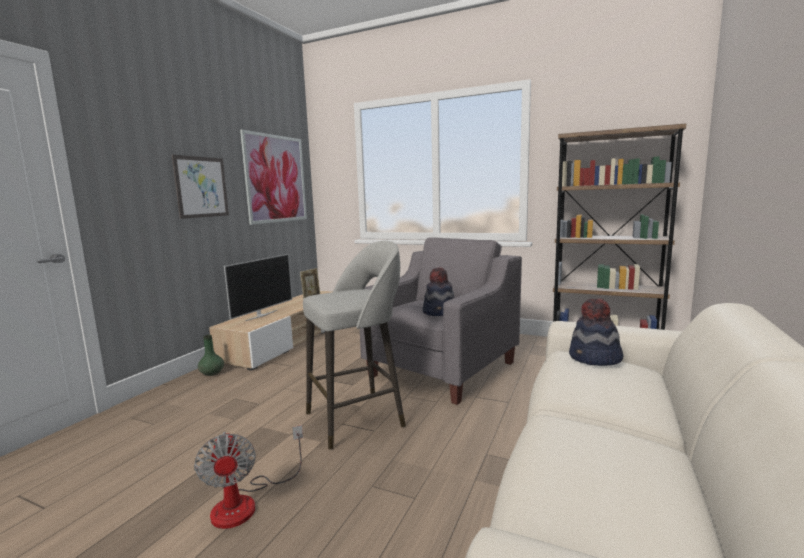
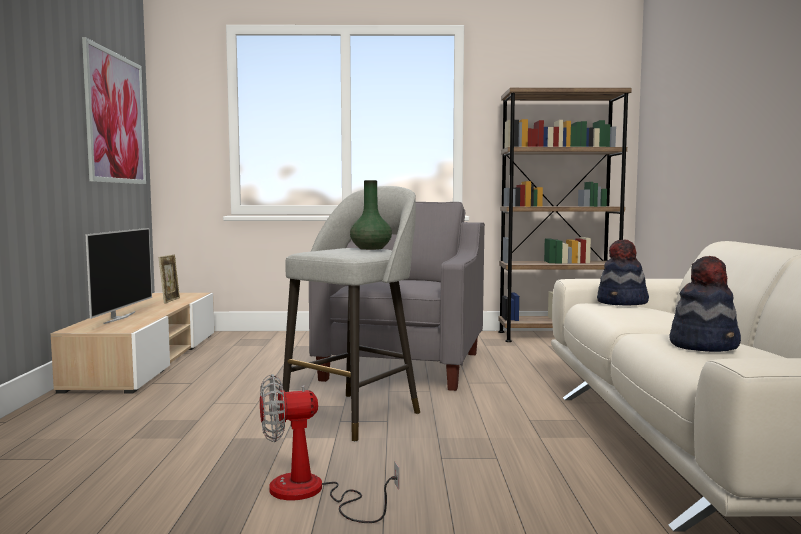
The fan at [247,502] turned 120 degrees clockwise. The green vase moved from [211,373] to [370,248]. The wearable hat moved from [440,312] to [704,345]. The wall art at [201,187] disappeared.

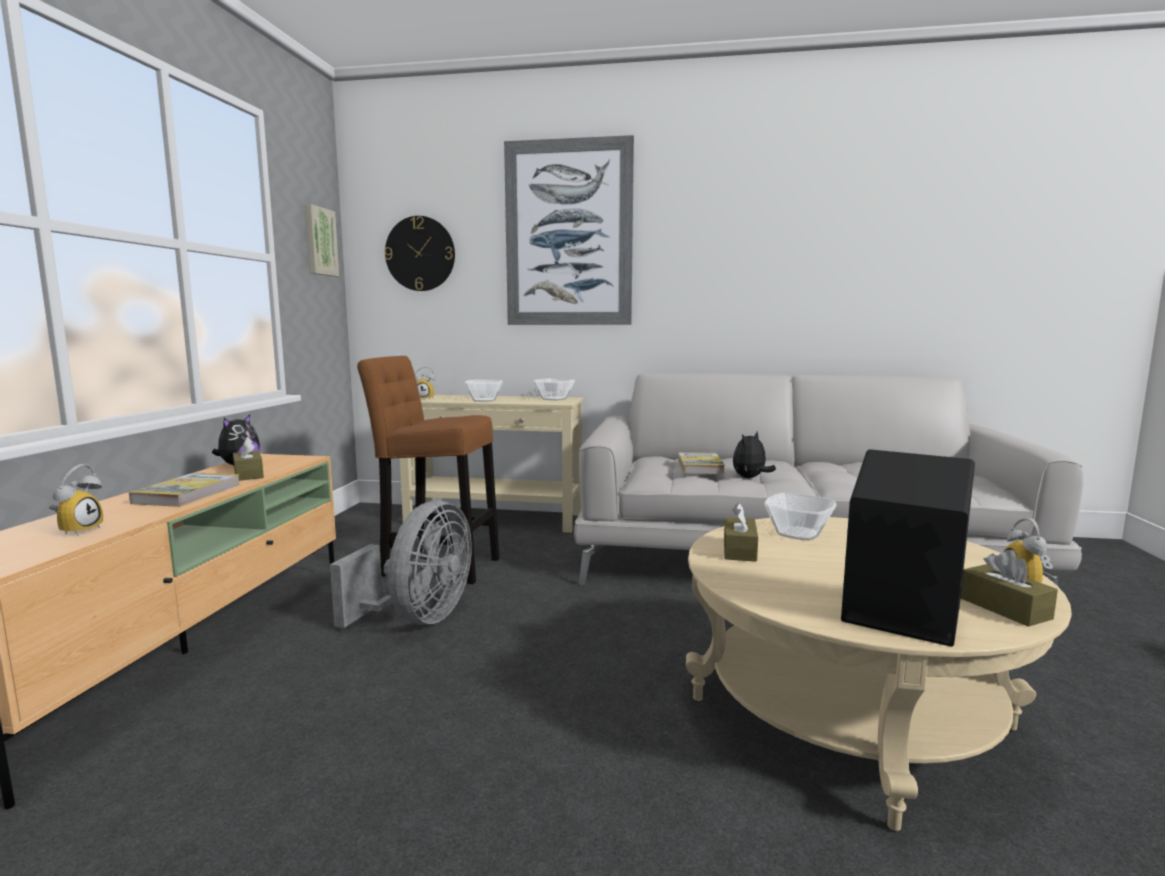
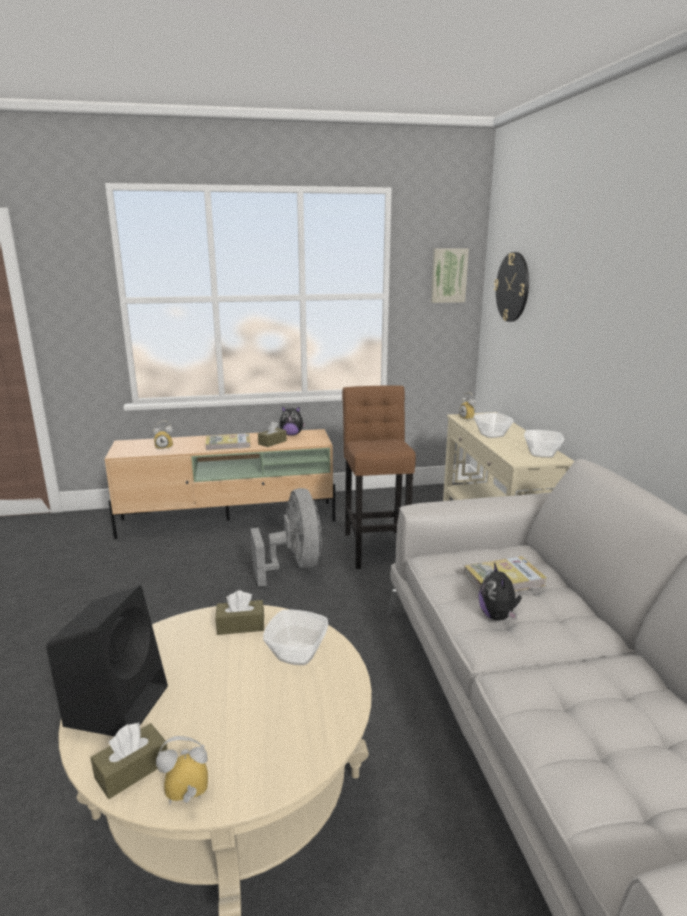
The gray fan at [419,618] turned 105 degrees counterclockwise. The soft toy at [750,478] turned 120 degrees counterclockwise. The wall art at [568,234] disappeared.

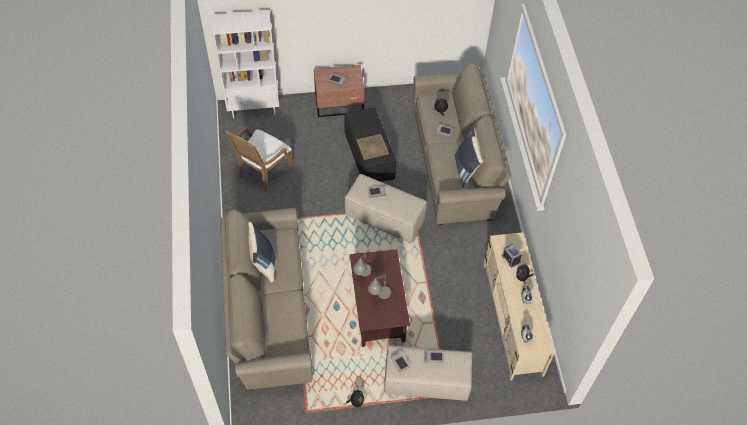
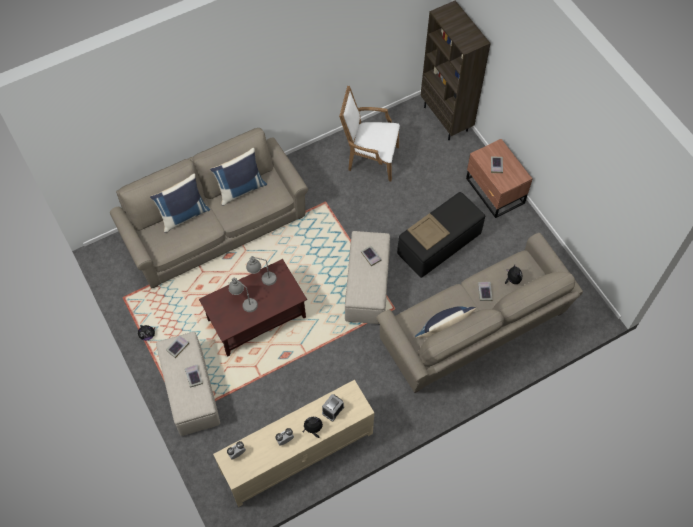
The bluish pillow at [183,215] appeared. The white bookshelf at [254,107] became the brown-coloured bookshelf at [446,119].

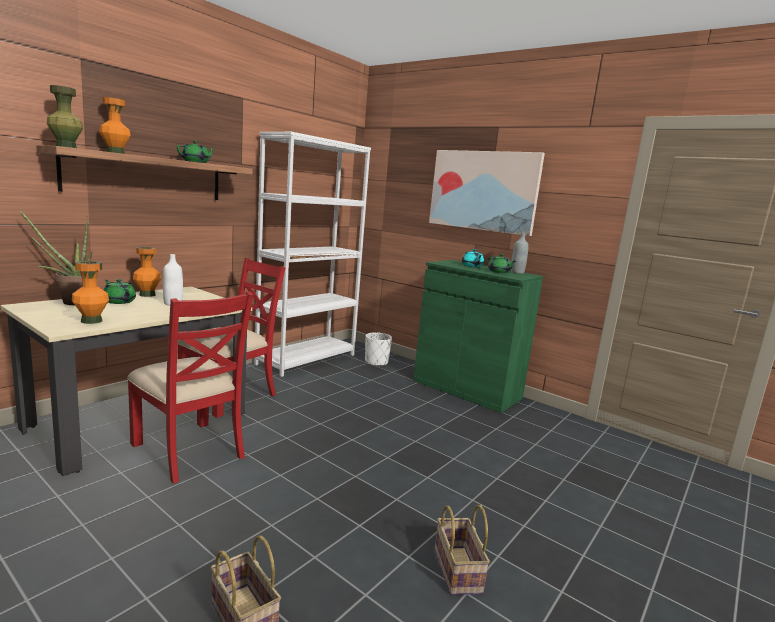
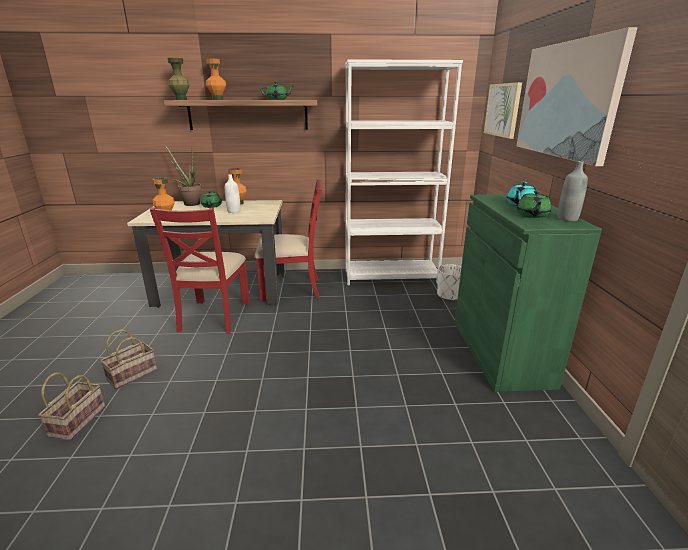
The storage basket moved from [455,569] to [133,374]. The wall art at [503,110] appeared.

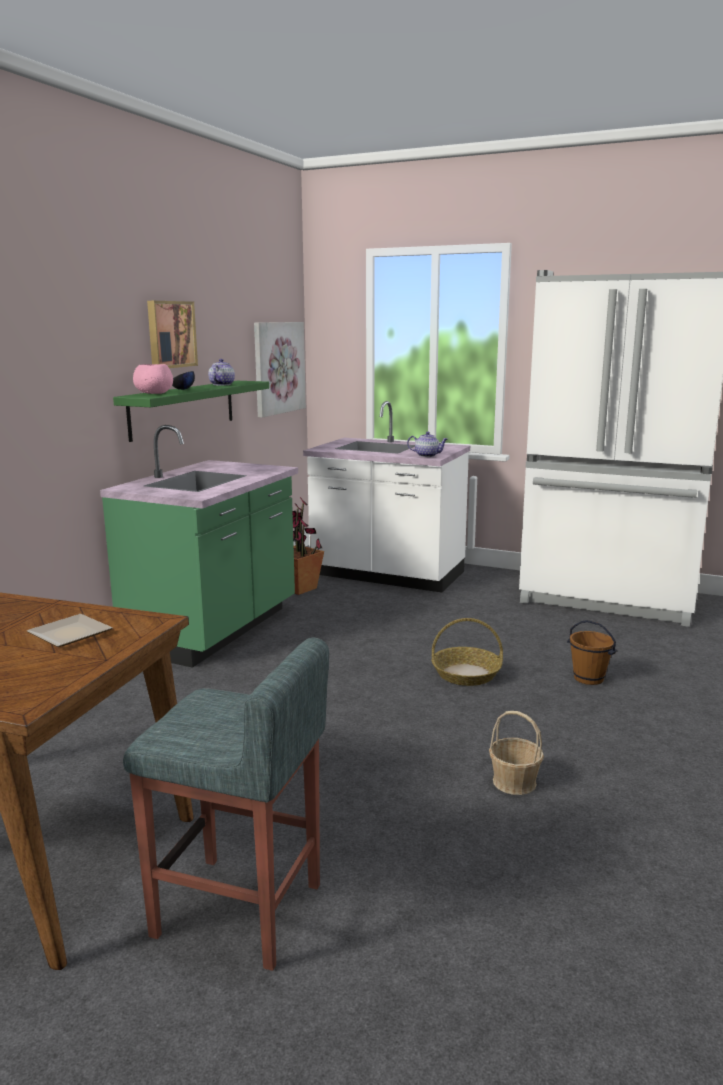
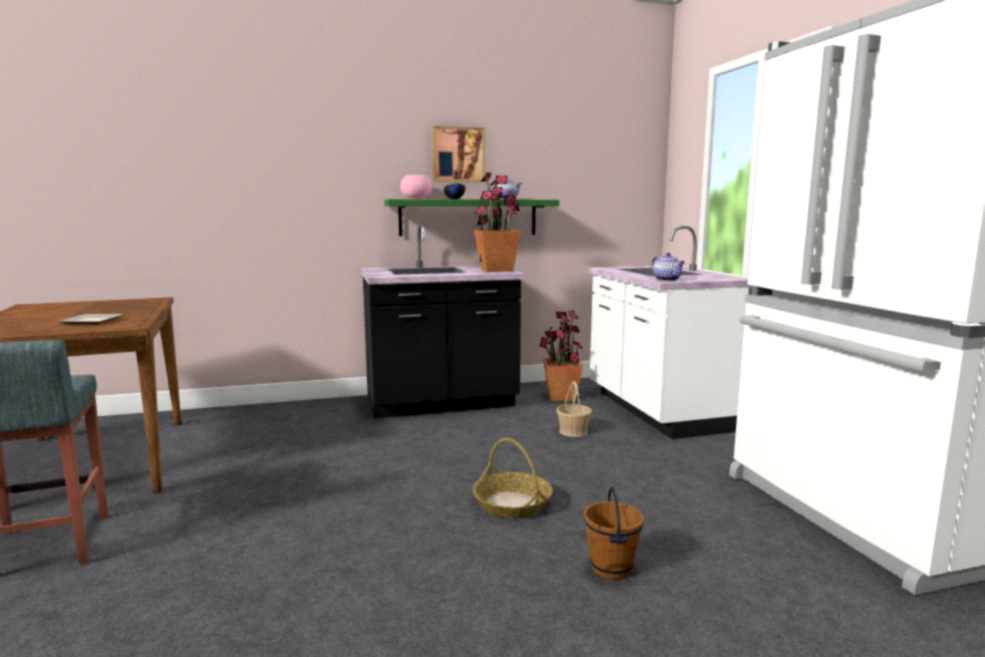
The green kitchen base unit at [214,630] became the black-coloured kitchen base unit at [441,403]. The potted plant at [497,270] appeared. The storage basket moved from [514,782] to [573,431]. The wall art at [278,368] disappeared.

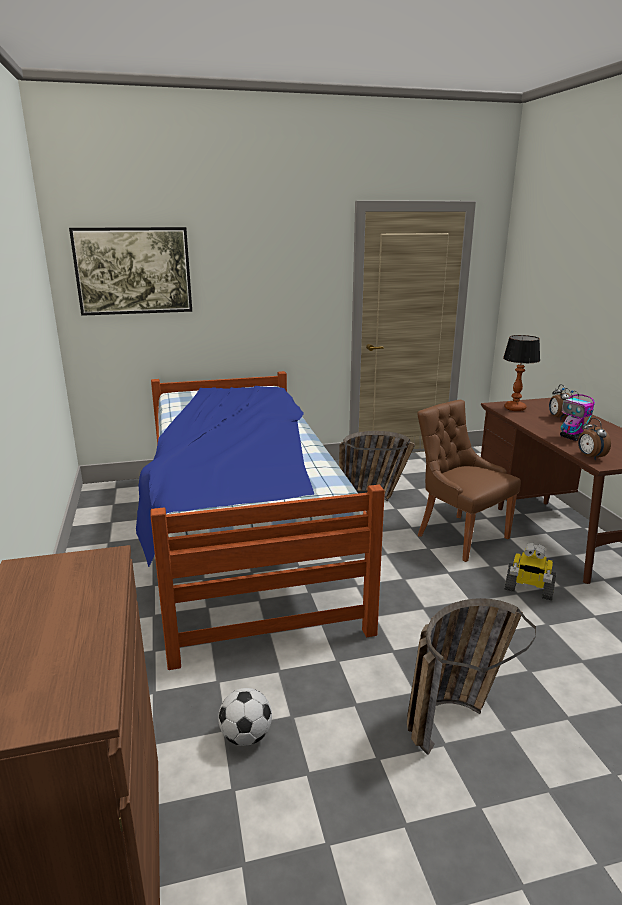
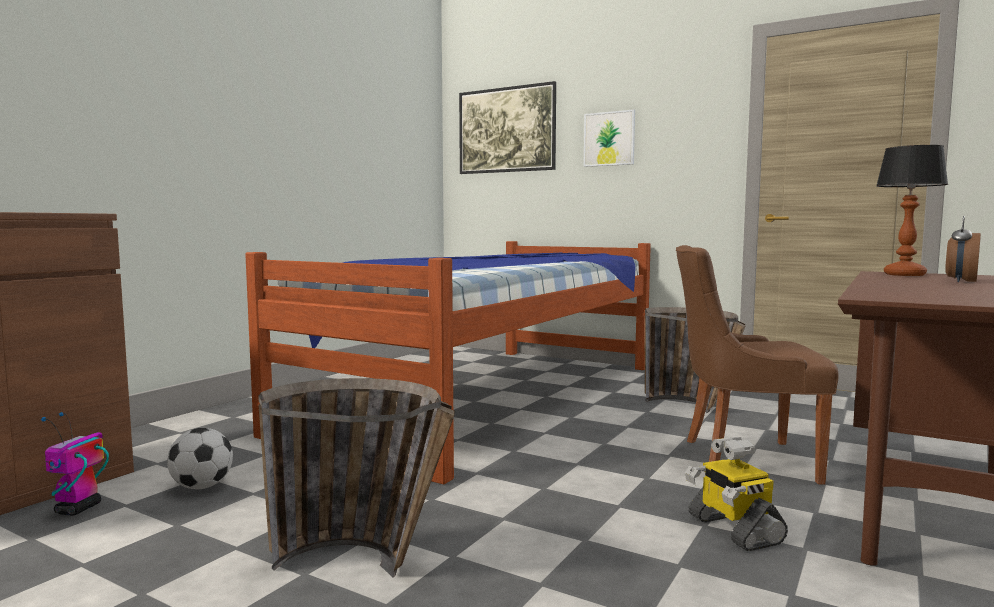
The toy robot moved from [571,438] to [77,509]. The wall art at [609,139] appeared. The brown-coloured chair at [459,535] turned 90 degrees counterclockwise. The bedside clock at [590,457] disappeared.

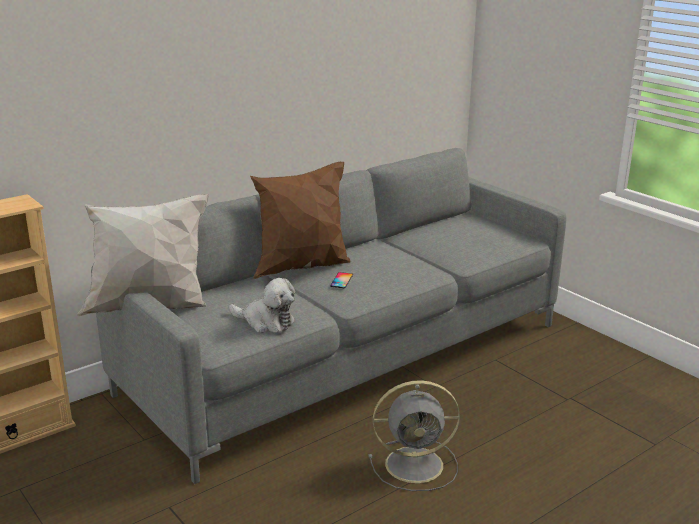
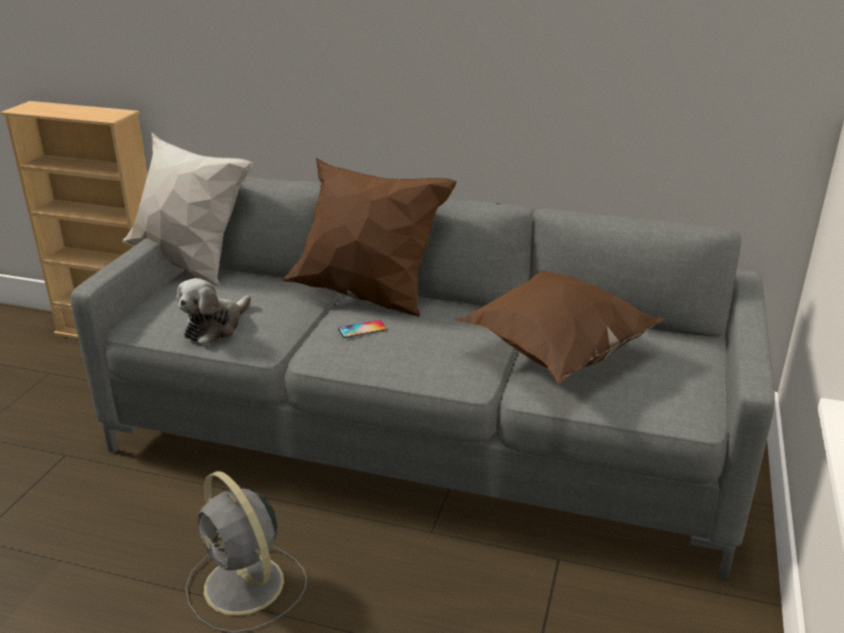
The soft toy at [266,322] turned 45 degrees clockwise. The brown-coloured pillow at [555,355] appeared.

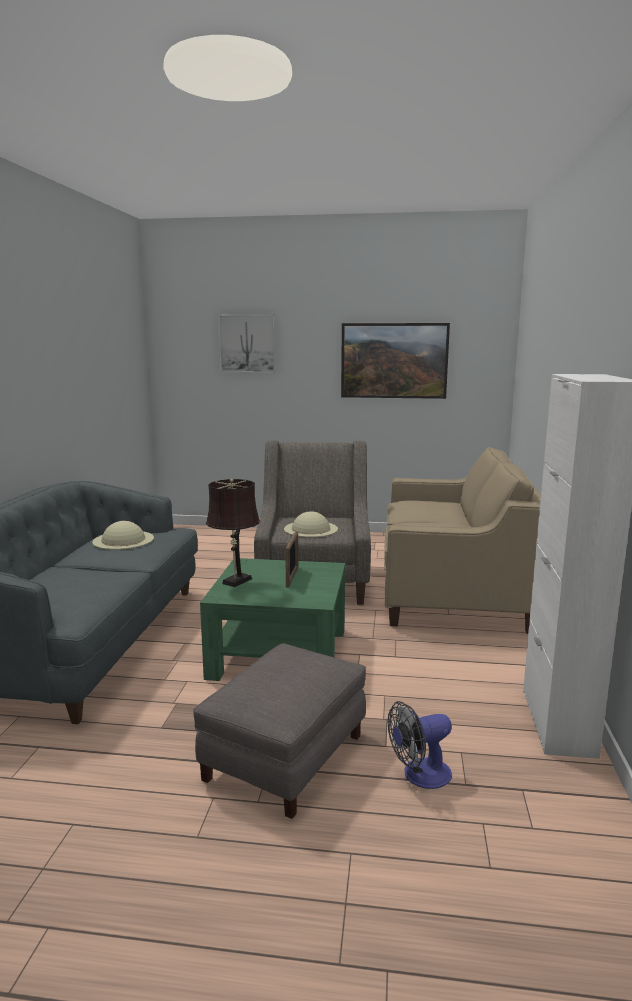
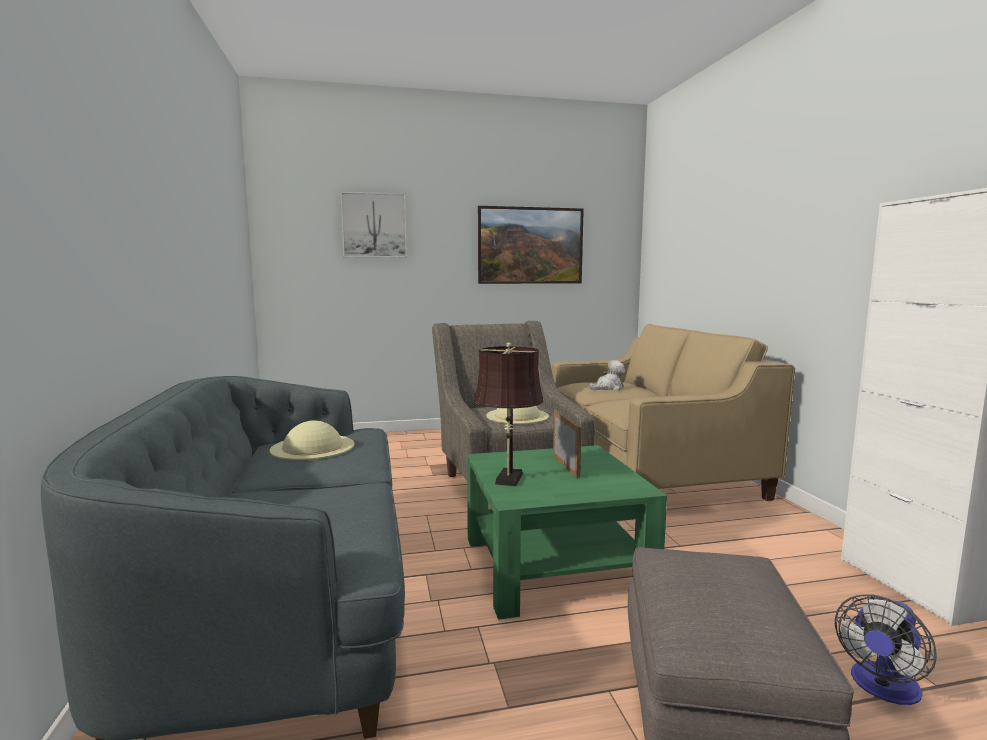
The soft toy at [608,388] appeared.

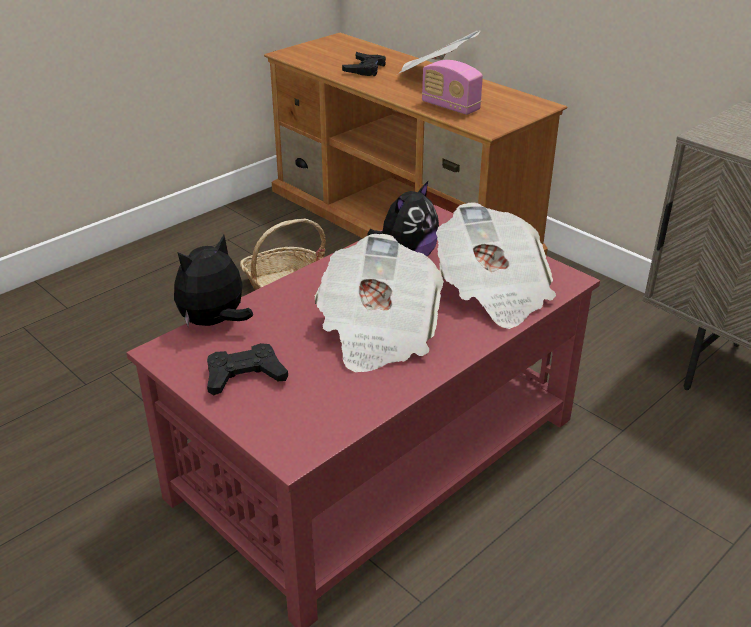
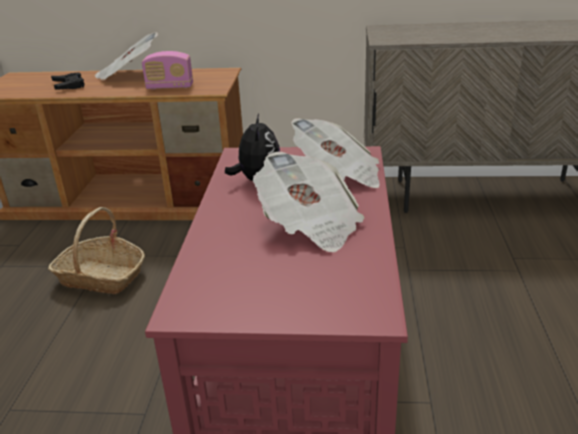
The soft toy at [215,323] disappeared. The black-coloured gamepad at [244,375] disappeared.

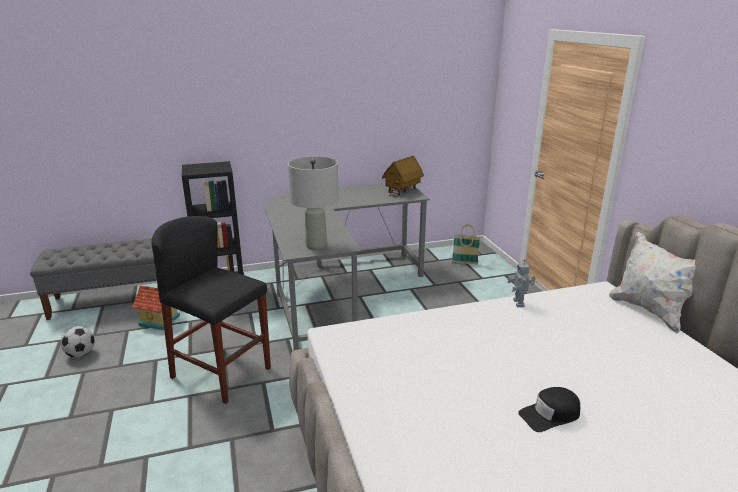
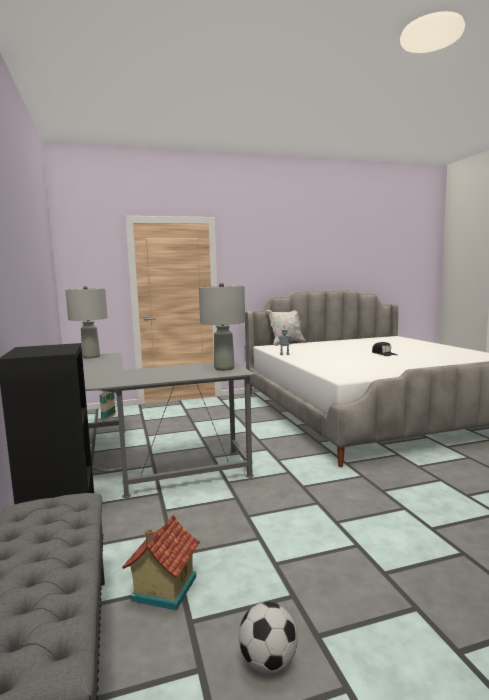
The model house at [402,191] was replaced by the gray table lamp at [91,357]. The black-coloured sitting stool at [221,373] disappeared.

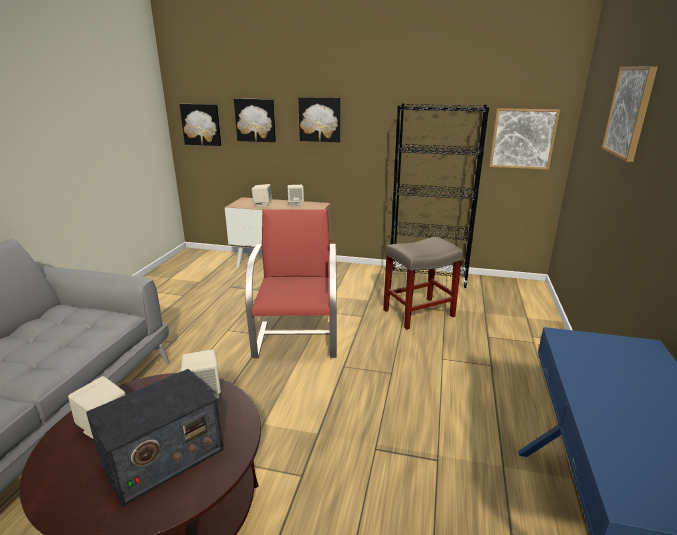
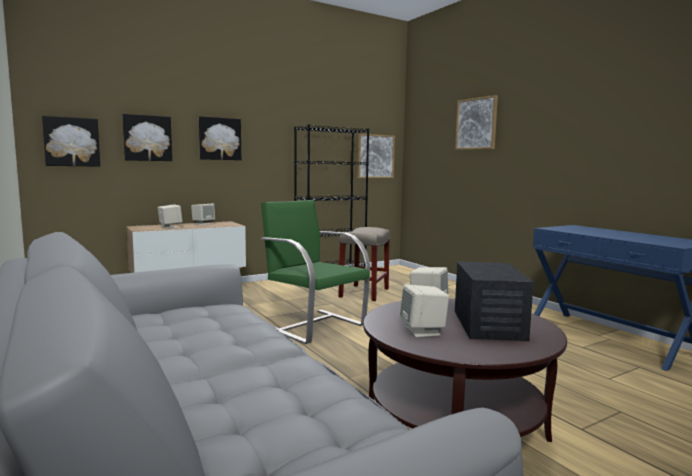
The red-coloured easy chair at [297,339] became the green easy chair at [314,325].

